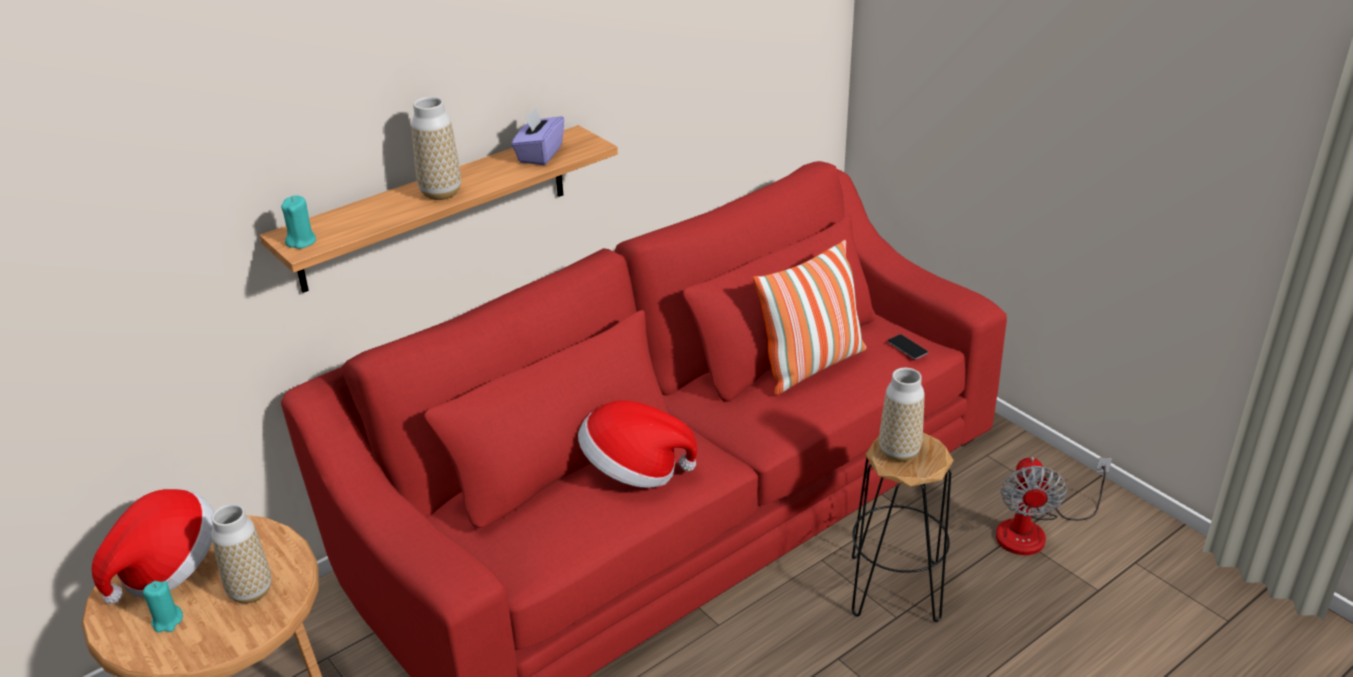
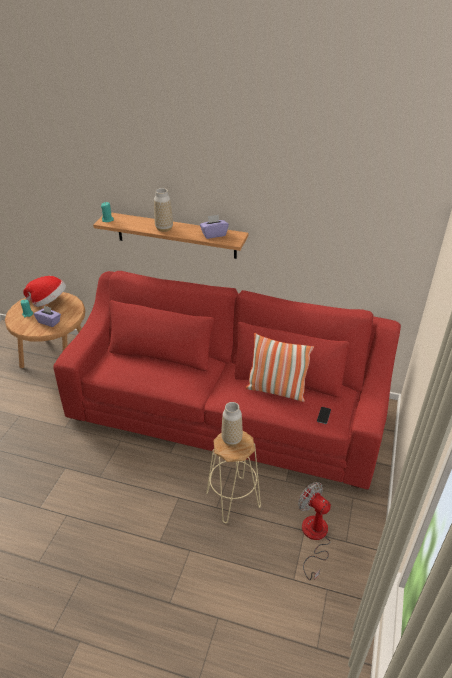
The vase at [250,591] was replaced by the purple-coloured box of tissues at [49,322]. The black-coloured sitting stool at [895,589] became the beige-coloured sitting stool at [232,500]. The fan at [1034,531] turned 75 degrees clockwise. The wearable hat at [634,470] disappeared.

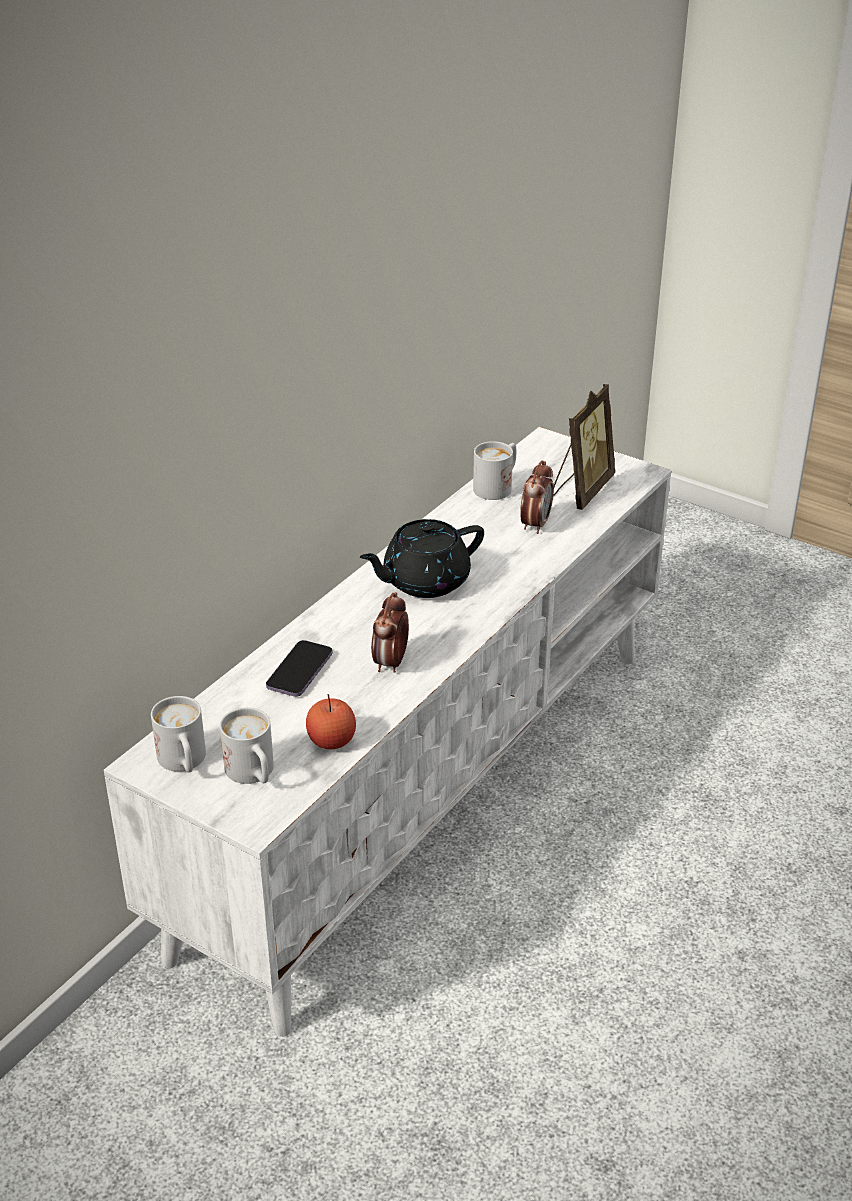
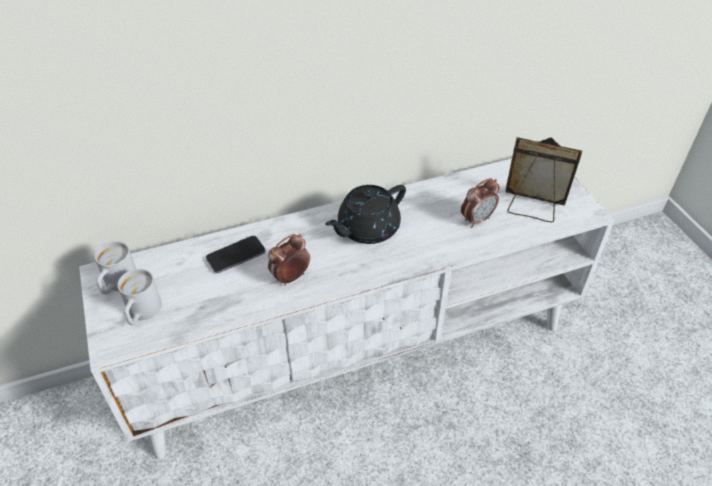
The black-coloured teapot at [424,581] turned 45 degrees counterclockwise. The photo frame at [580,490] turned 135 degrees counterclockwise. The apple at [331,741] disappeared. The white tea mug at [497,486] disappeared.

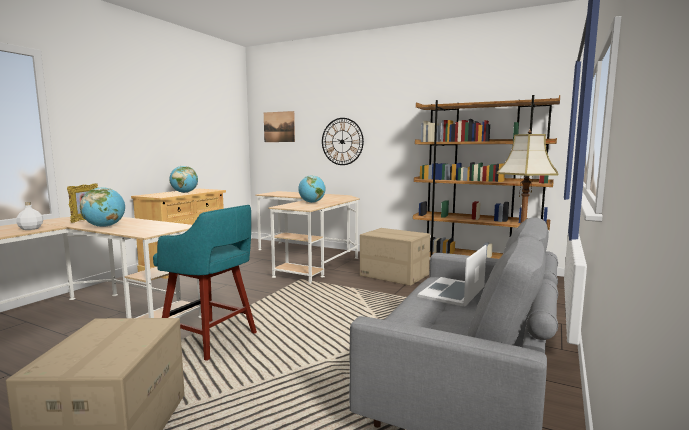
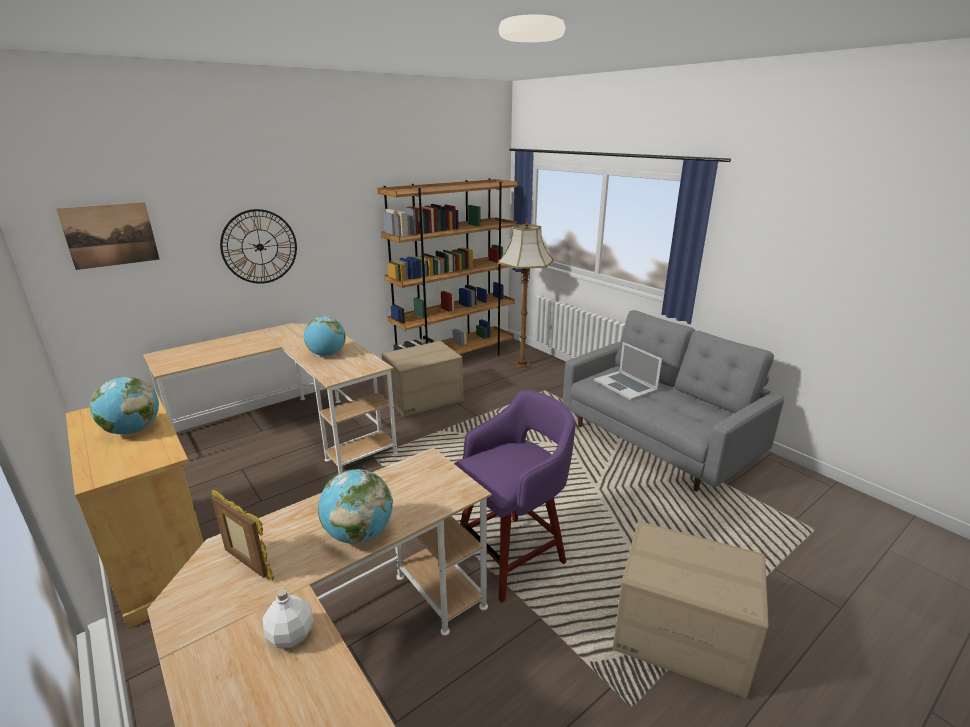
The blue-green sitting stool at [210,339] became the purple-coloured sitting stool at [512,555].

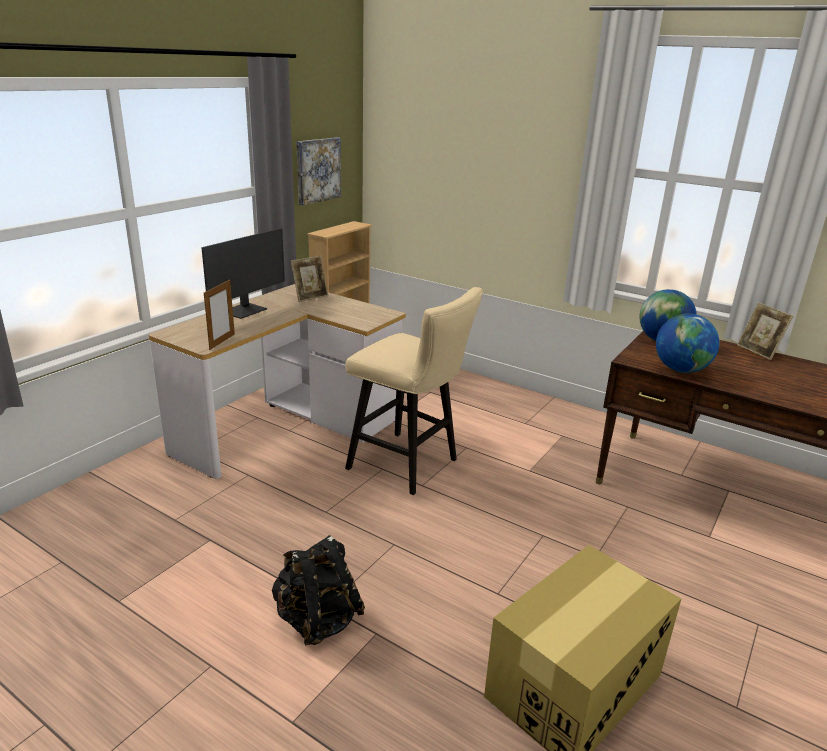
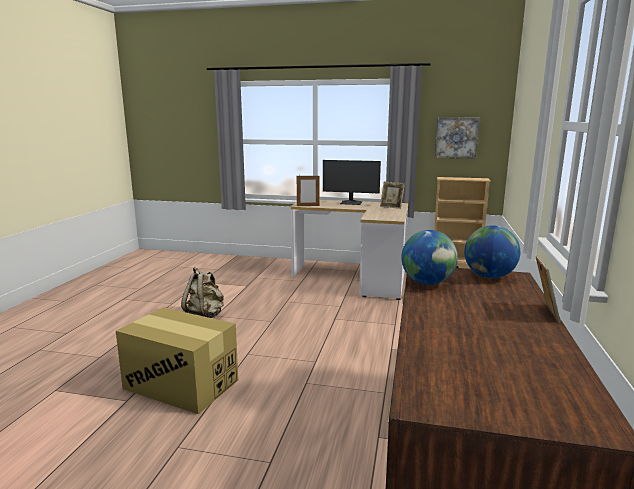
The black-coloured backpack at [317,620] became the beige-coloured backpack at [205,315]. The photo frame at [758,351] turned 150 degrees clockwise. The beige-coloured sitting stool at [409,466] disappeared.

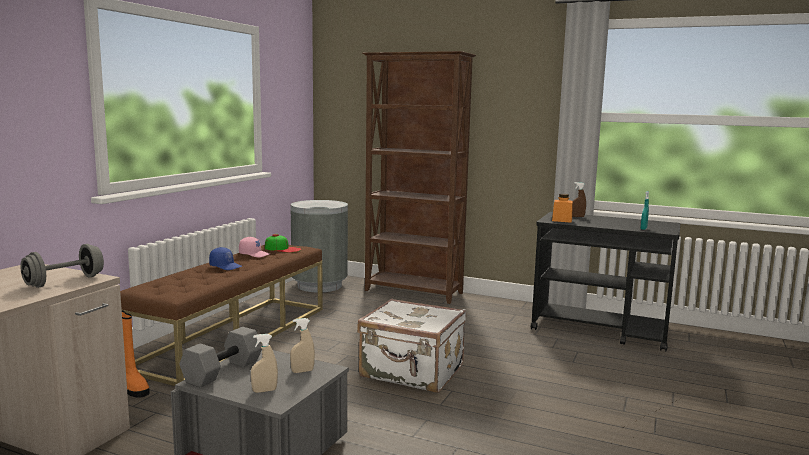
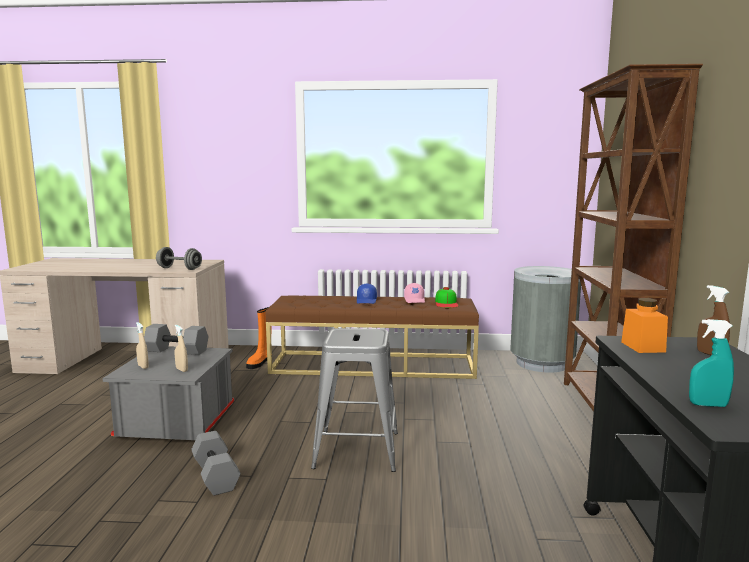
The gray free weight at [217,475] appeared. The white travel case at [412,372] was replaced by the gray sitting stool at [356,449].

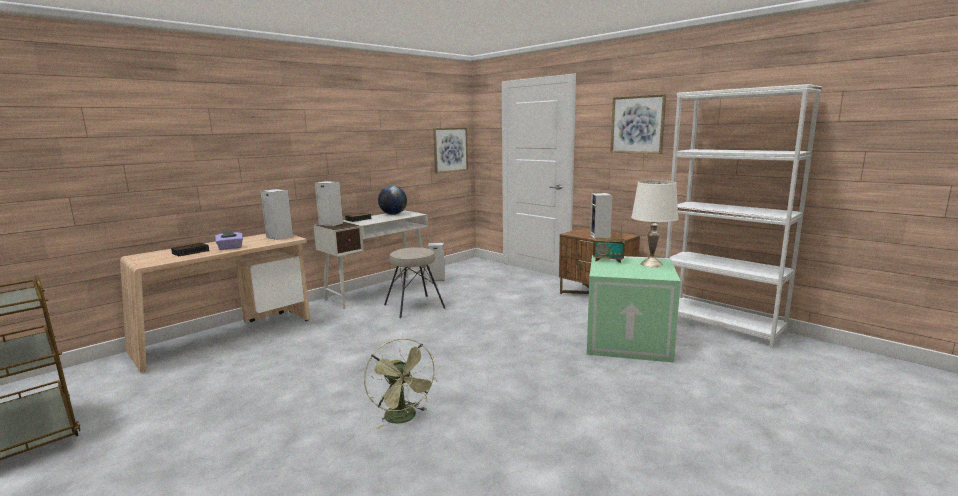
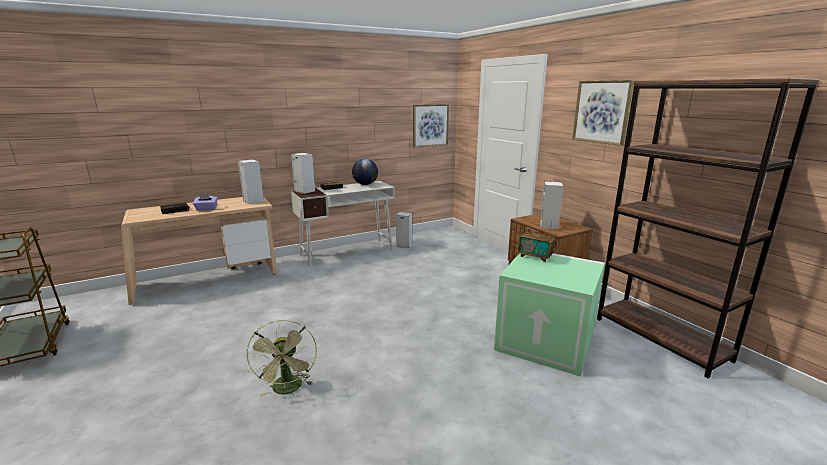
The white bookshelf at [721,325] became the brown-coloured bookshelf at [660,339]. The beige-coloured sitting stool at [414,306] disappeared. The white table lamp at [651,264] disappeared.

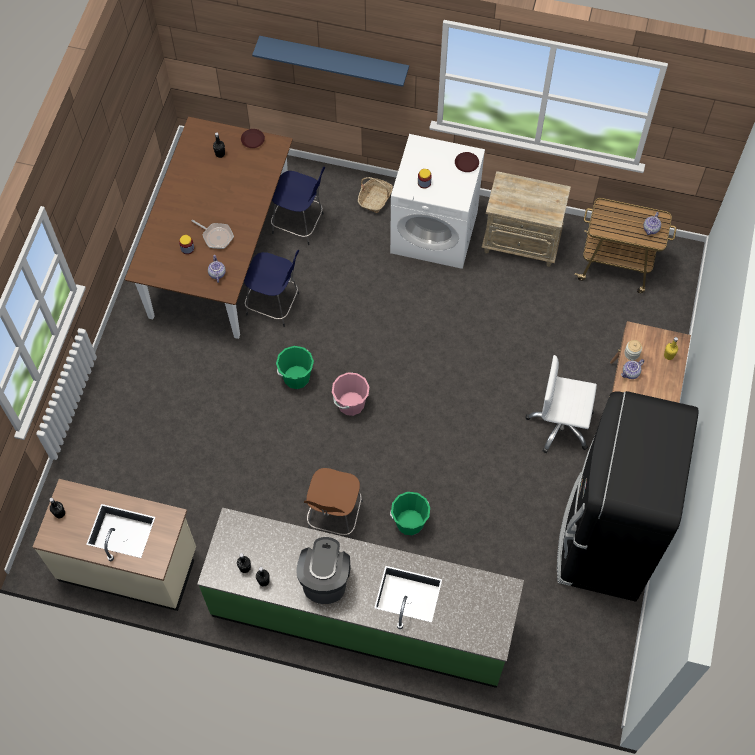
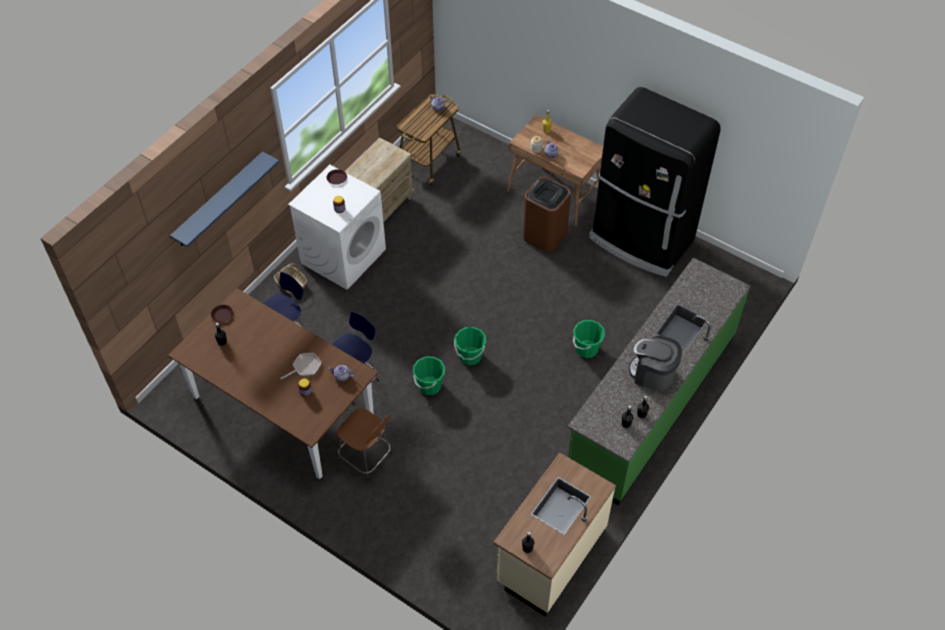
The brown-coloured sitting stool moved from [334,517] to [367,458]. The pink-coloured pail at [351,404] became the green pail at [470,356]. The white desk chair at [560,425] was replaced by the brown-coloured rubbish bin at [544,235].

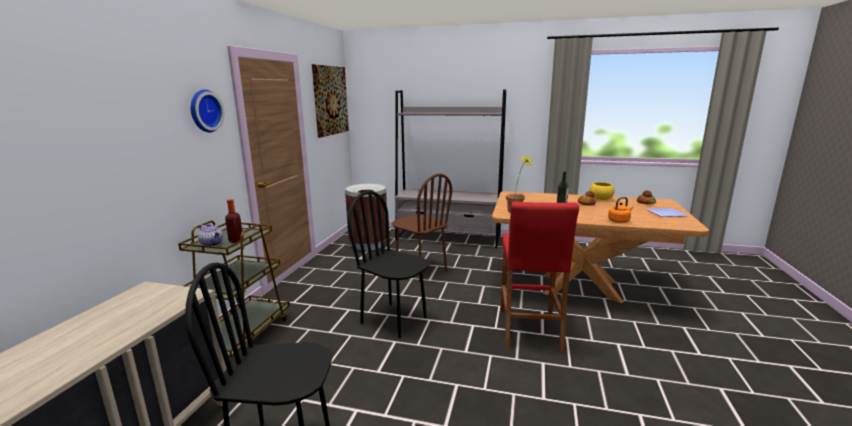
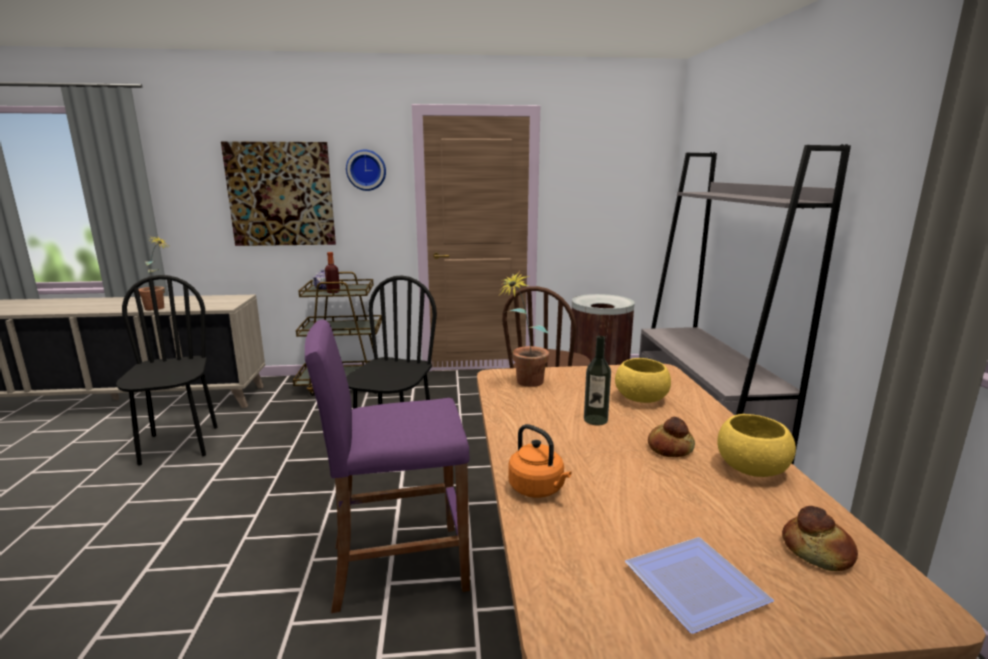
The potted plant at [159,308] appeared. The wall art moved from [330,100] to [281,194]. The red-coloured sitting stool at [529,330] became the purple-coloured sitting stool at [398,566]. The yellow serving bowl at [641,399] appeared.

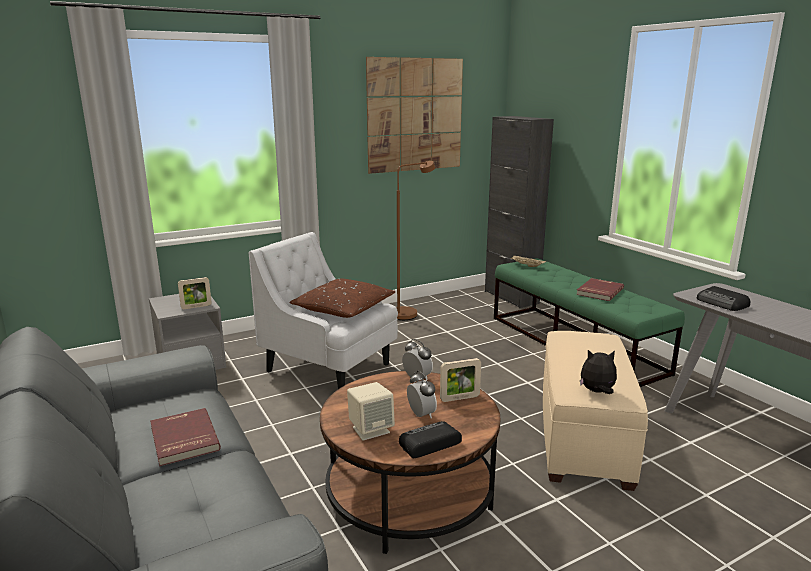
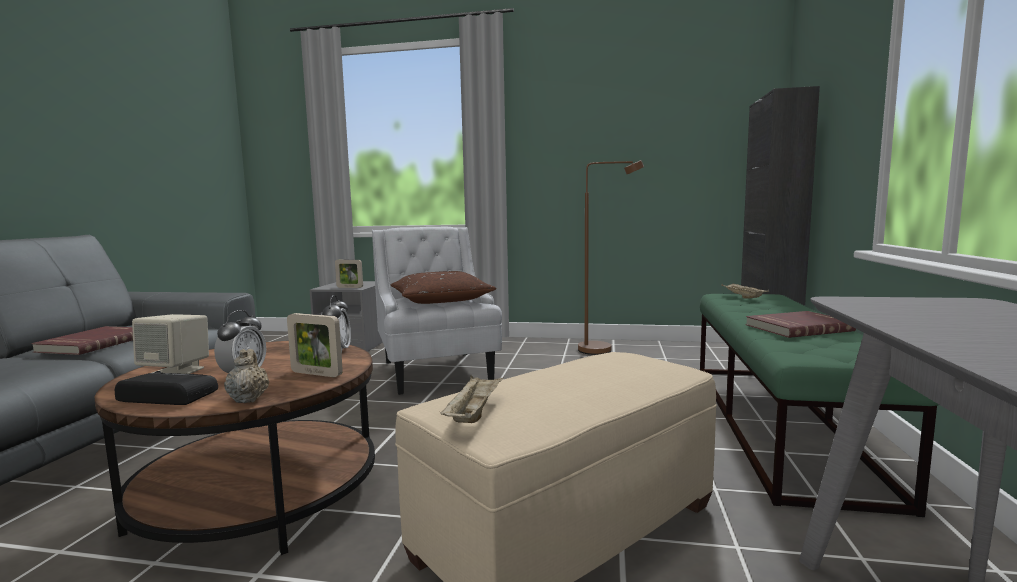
The beige-coloured teapot at [249,399] appeared. The soft toy at [597,392] was replaced by the beige-coloured tray at [474,414]. The wall art at [415,115] disappeared. The radio receiver at [722,303] disappeared.

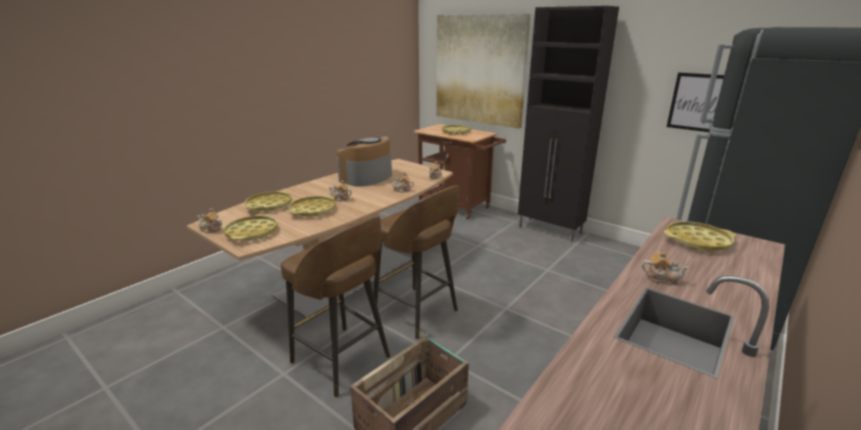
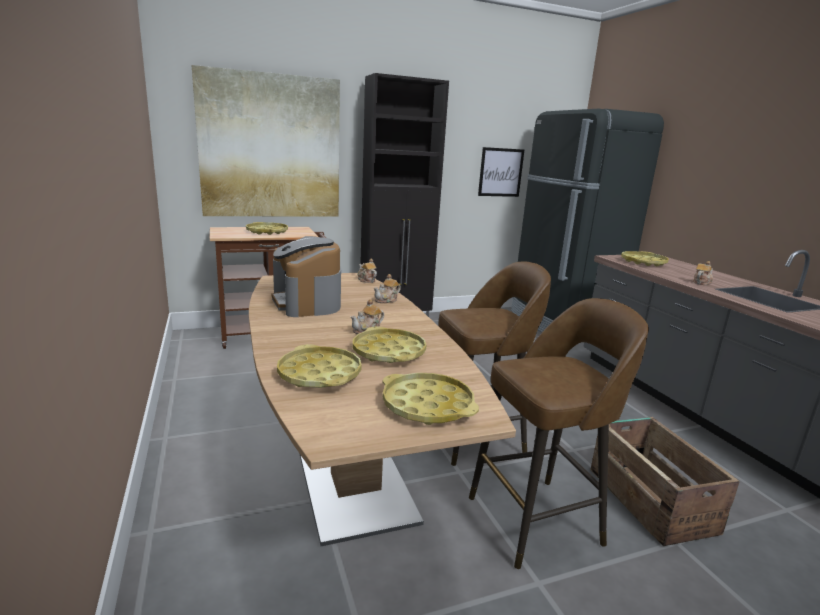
The teapot at [210,230] disappeared.

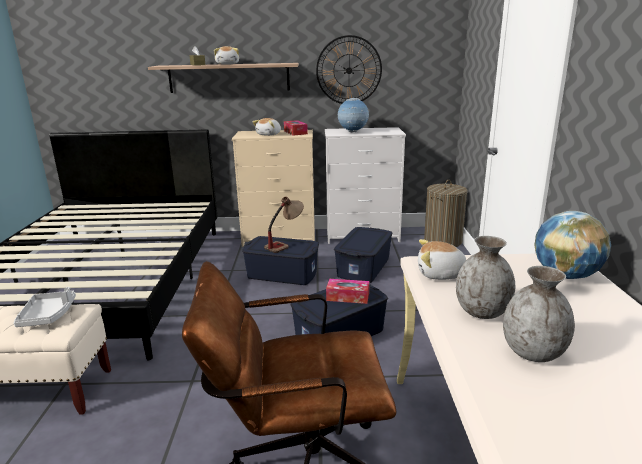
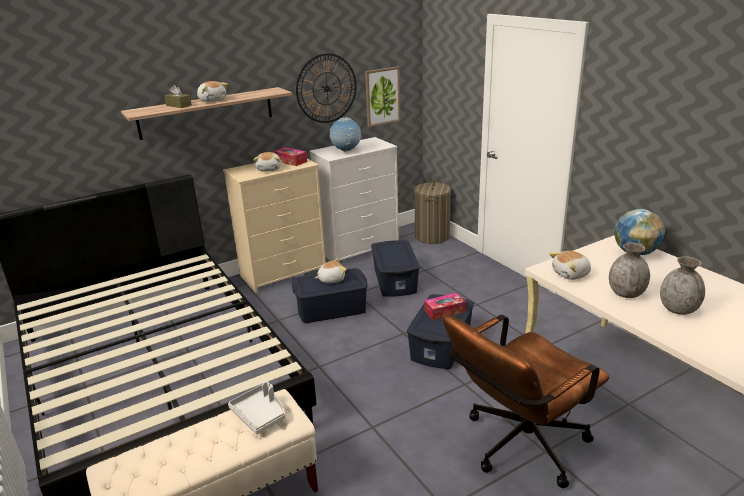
The table lamp at [285,244] was replaced by the soft toy at [331,279]. The wall art at [382,96] appeared.

